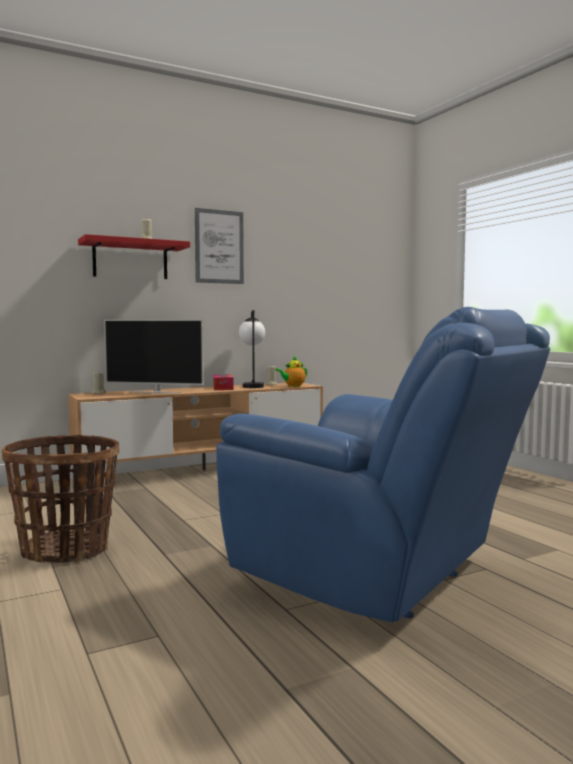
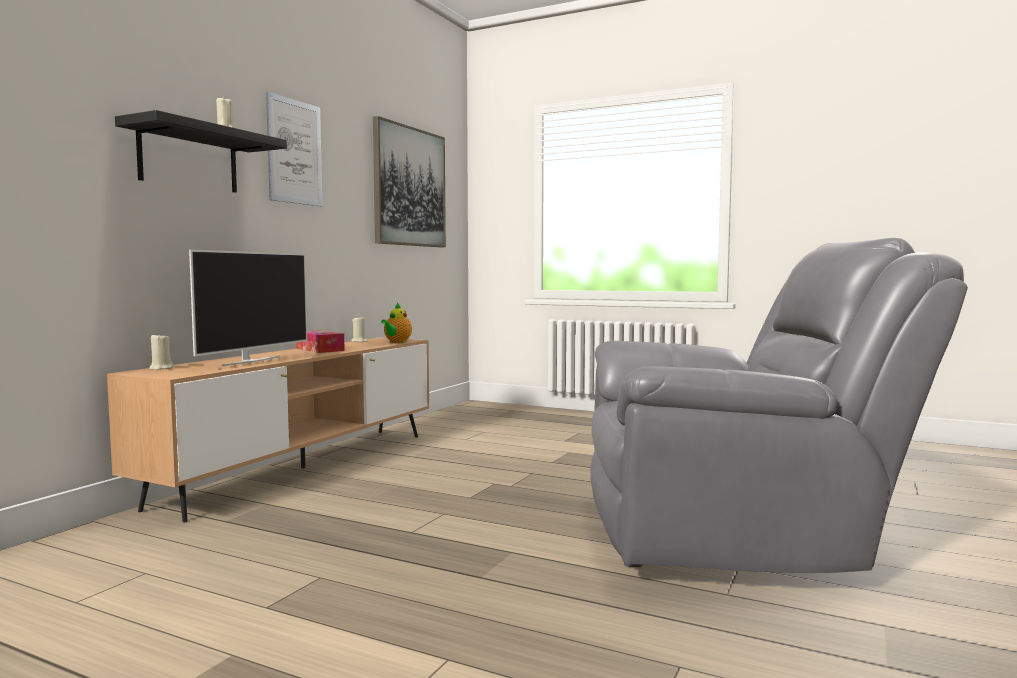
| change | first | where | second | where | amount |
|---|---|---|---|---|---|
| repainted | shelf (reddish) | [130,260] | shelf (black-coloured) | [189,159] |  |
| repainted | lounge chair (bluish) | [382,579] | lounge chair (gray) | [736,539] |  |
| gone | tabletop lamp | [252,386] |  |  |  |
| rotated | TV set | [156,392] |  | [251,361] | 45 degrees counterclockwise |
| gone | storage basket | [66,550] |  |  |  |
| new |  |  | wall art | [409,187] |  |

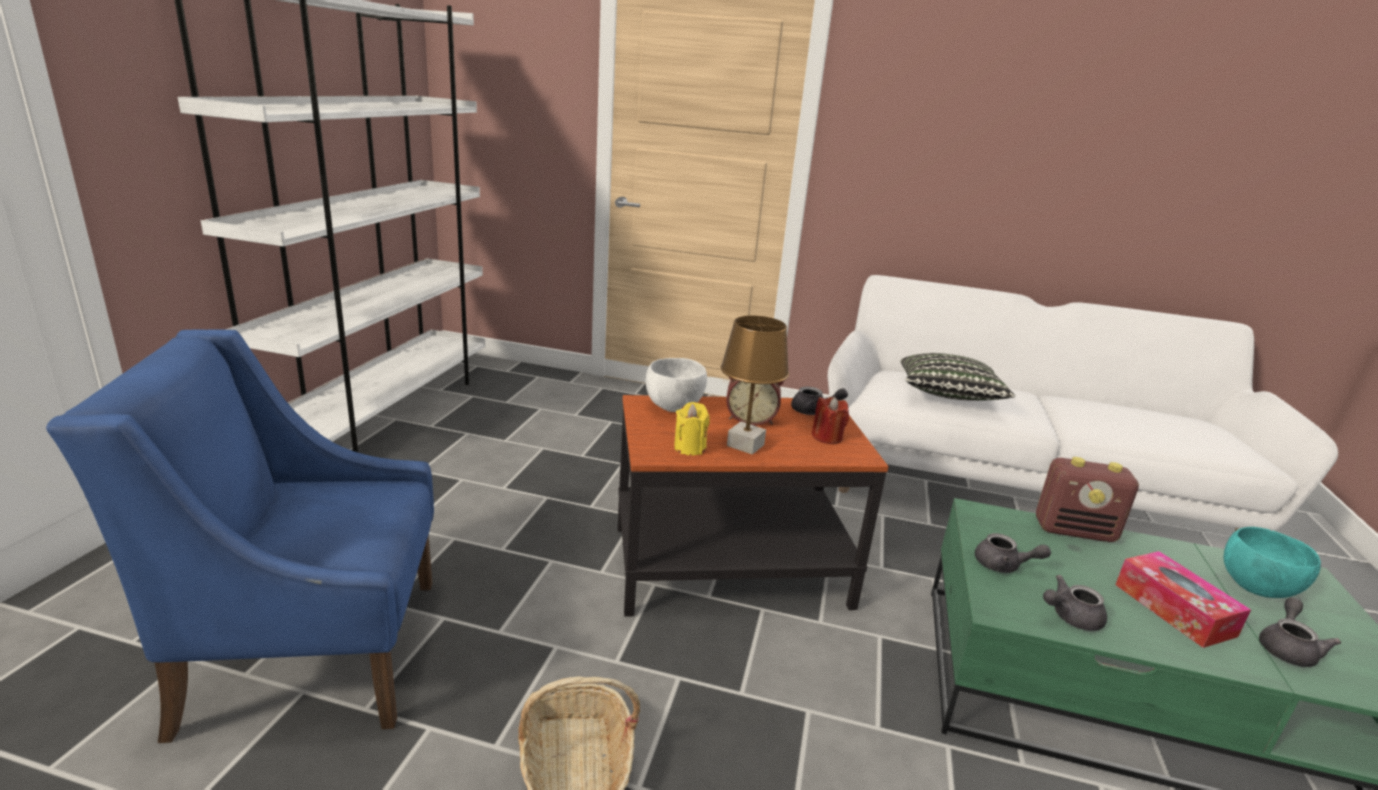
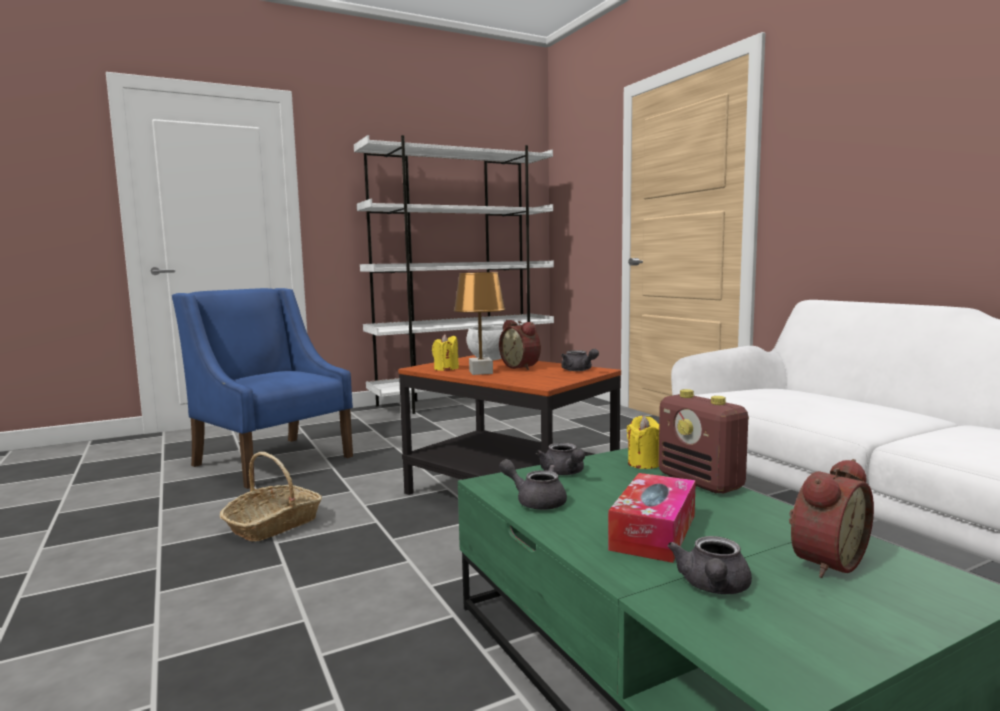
| change | first | where | second | where | amount |
|---|---|---|---|---|---|
| gone | throw pillow | [947,397] |  |  |  |
| gone | wax light (reddish) | [827,437] |  |  |  |
| swapped | deep dish (turquoise) | [1255,587] | bedside clock | [823,561] |  |
| rotated | teapot (gray) | [1287,648] |  | [713,587] | 120 degrees clockwise |
| new |  |  | wax light (yellow) | [644,463] |  |

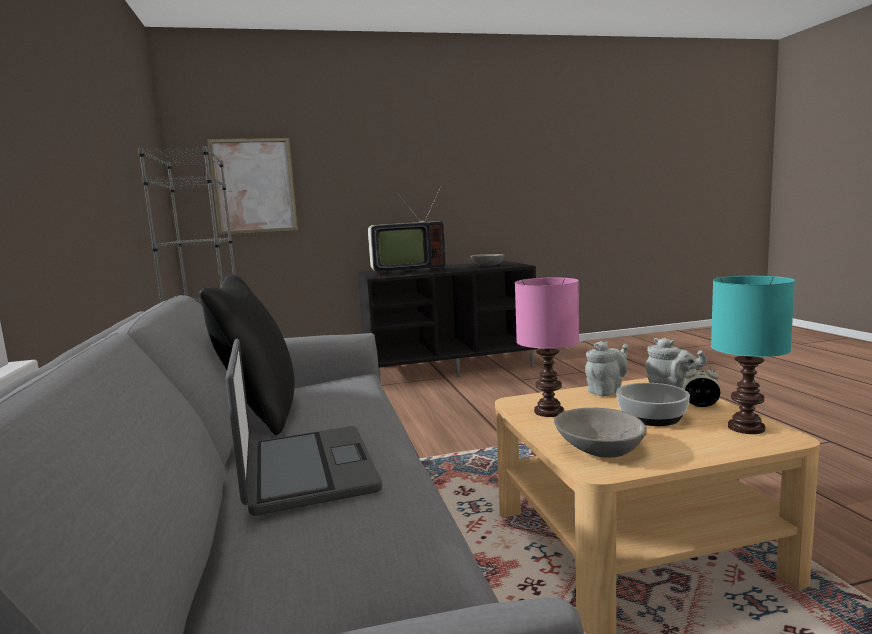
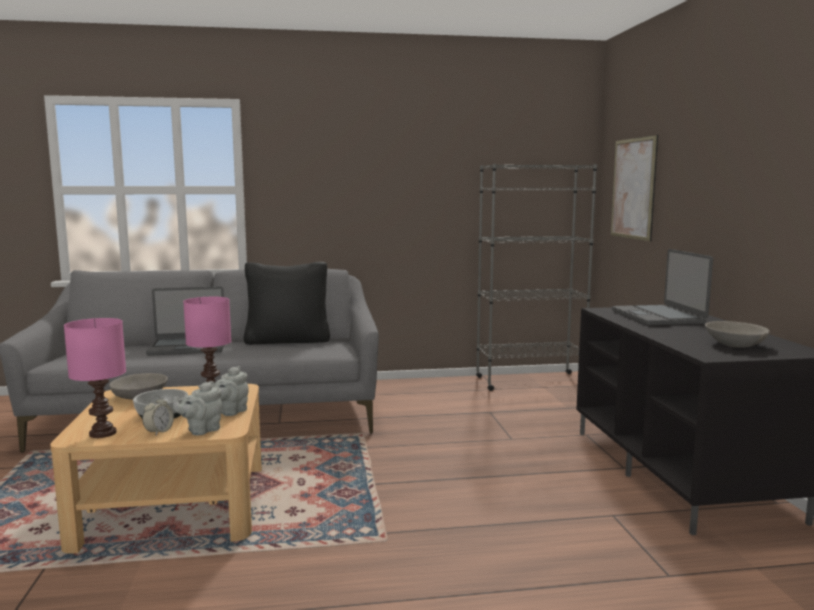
| change | first | where | second | where | amount |
|---|---|---|---|---|---|
| swapped | TV set | [406,271] | portable computer | [658,317] |  |
| repainted | tabletop lamp (turquoise) | [747,428] | tabletop lamp (pink-coloured) | [101,433] |  |
| rotated | teapot (gray) | [606,391] |  | [230,412] | 60 degrees clockwise |

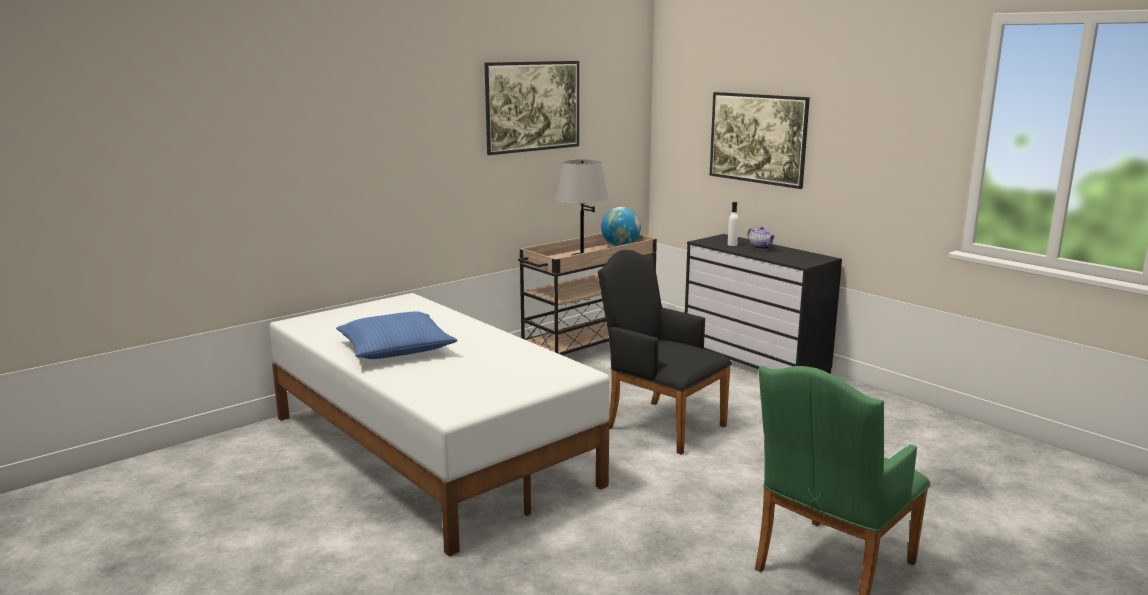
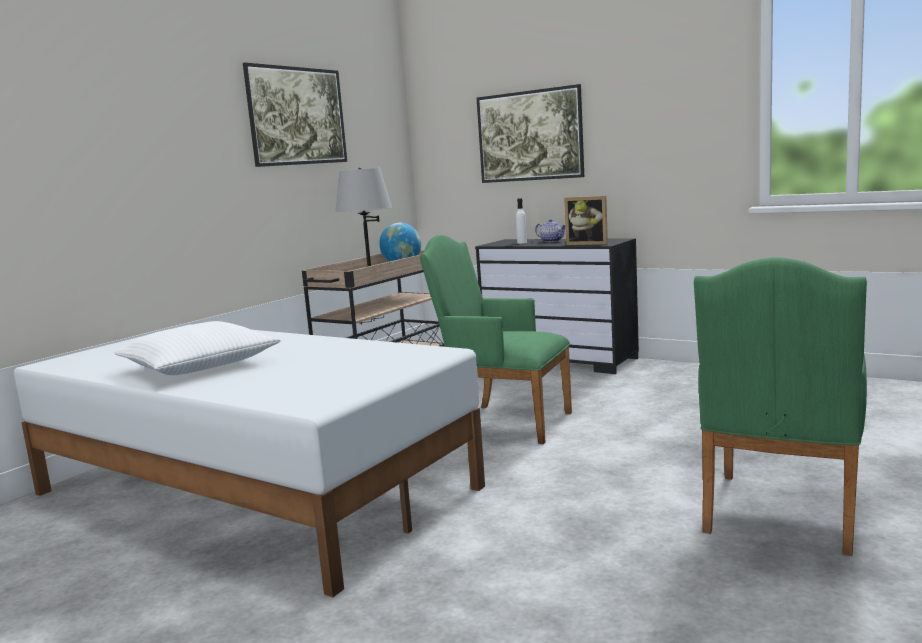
| change | first | where | second | where | amount |
|---|---|---|---|---|---|
| repainted | lounge chair (black-coloured) | [659,424] | lounge chair (greenish) | [502,422] |  |
| repainted | throw pillow (bluish) | [395,349] | throw pillow (whitish) | [199,365] |  |
| new |  |  | standing frame | [588,243] |  |

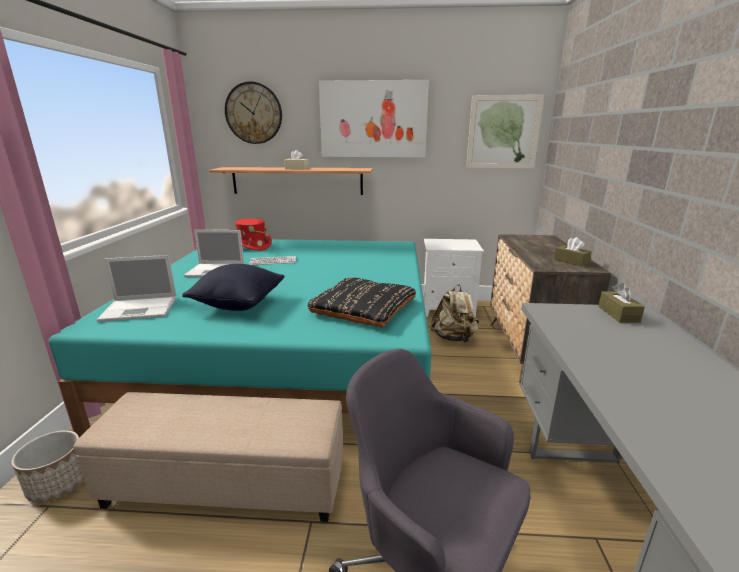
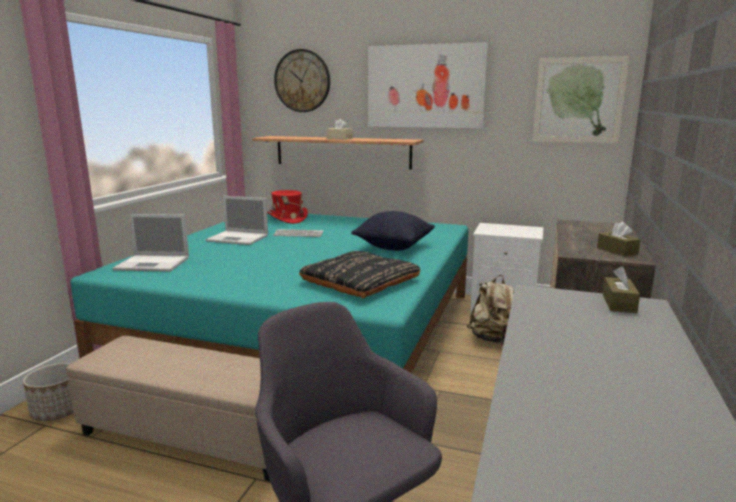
| change | first | where | second | where | amount |
|---|---|---|---|---|---|
| shifted | throw pillow (black-coloured) | [238,304] |  | [393,247] |  |

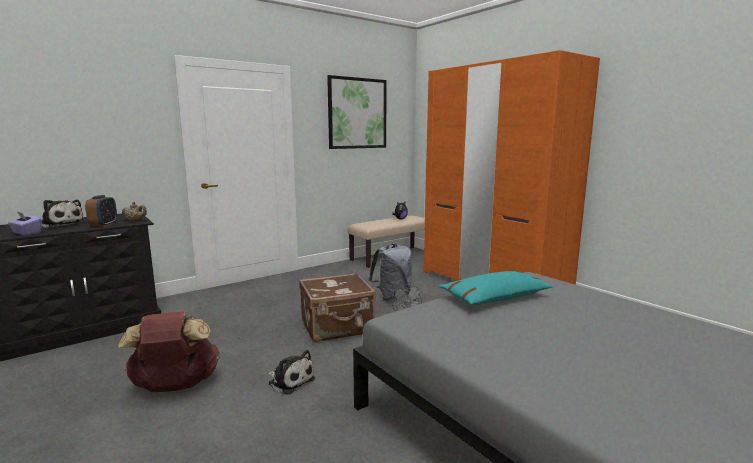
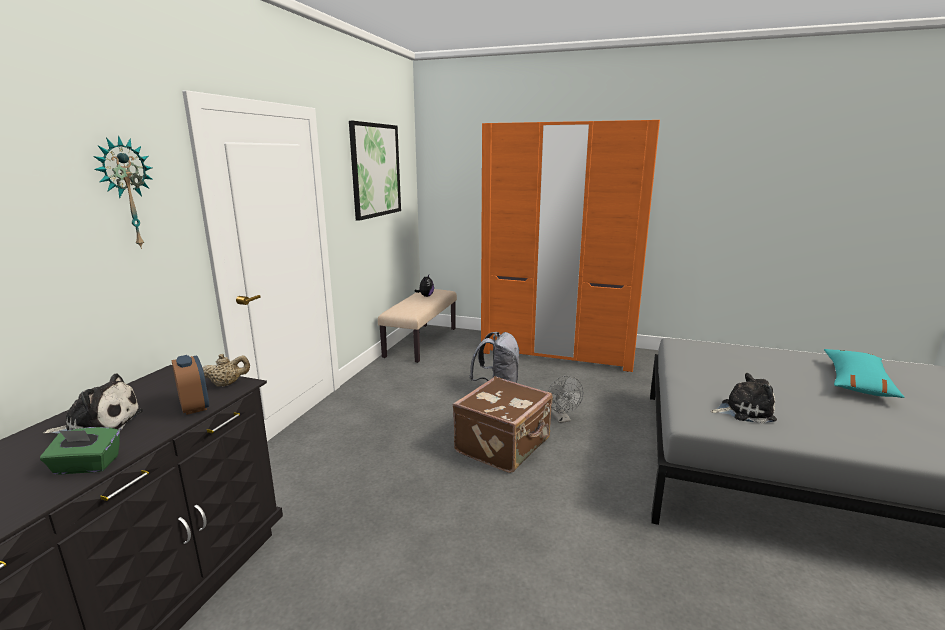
| change | first | where | second | where | amount |
|---|---|---|---|---|---|
| repainted | box of tissues (purple-coloured) | [26,233] | box of tissues (greenish) | [86,466] |  |
| shifted | throw pillow (turquoise) | [495,298] |  | [857,382] |  |
| gone | backpack (brownish) | [175,386] |  |  |  |
| shifted | plush toy | [290,381] |  | [744,411] |  |
| new |  |  | wall clock | [126,193] |  |

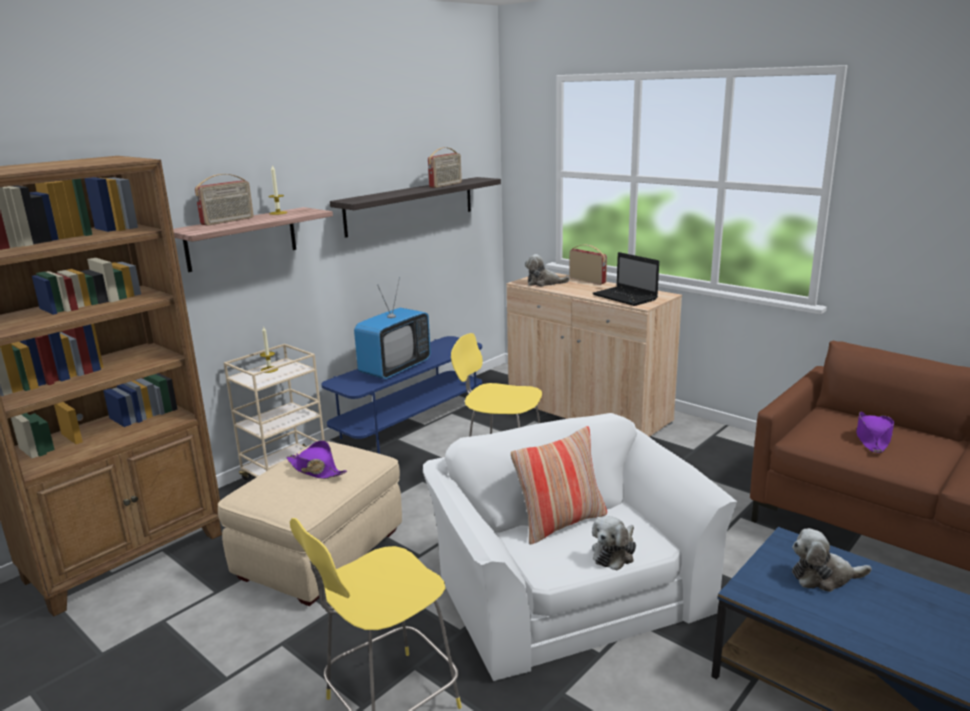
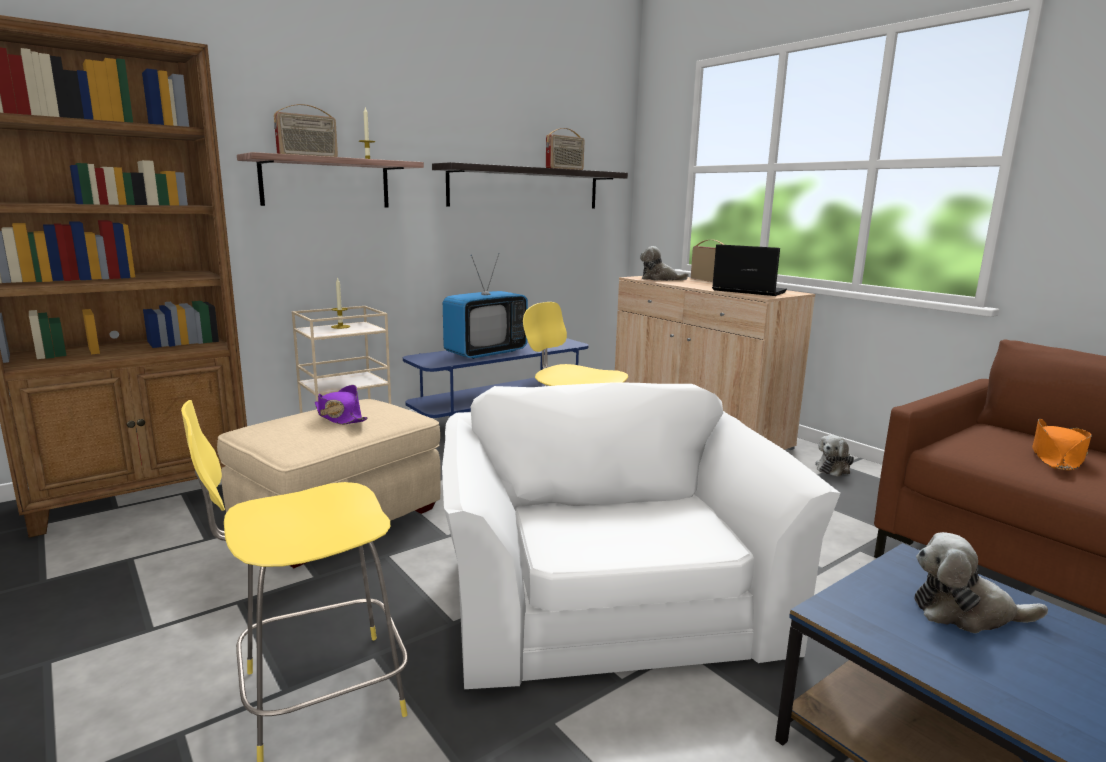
| change | first | where | second | where | amount |
|---|---|---|---|---|---|
| rotated | portable computer | [626,297] |  | [747,291] | 150 degrees clockwise |
| repainted | wearable hat (purple-coloured) | [872,438] | wearable hat (orange) | [1056,457] |  |
| gone | throw pillow | [560,523] |  |  |  |
| shifted | plush toy | [614,553] |  | [834,468] |  |

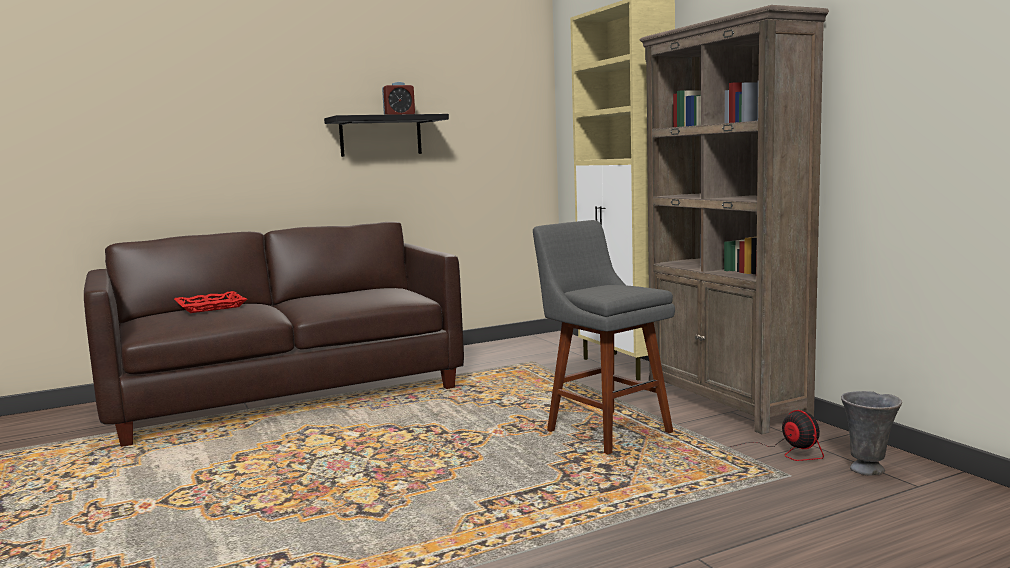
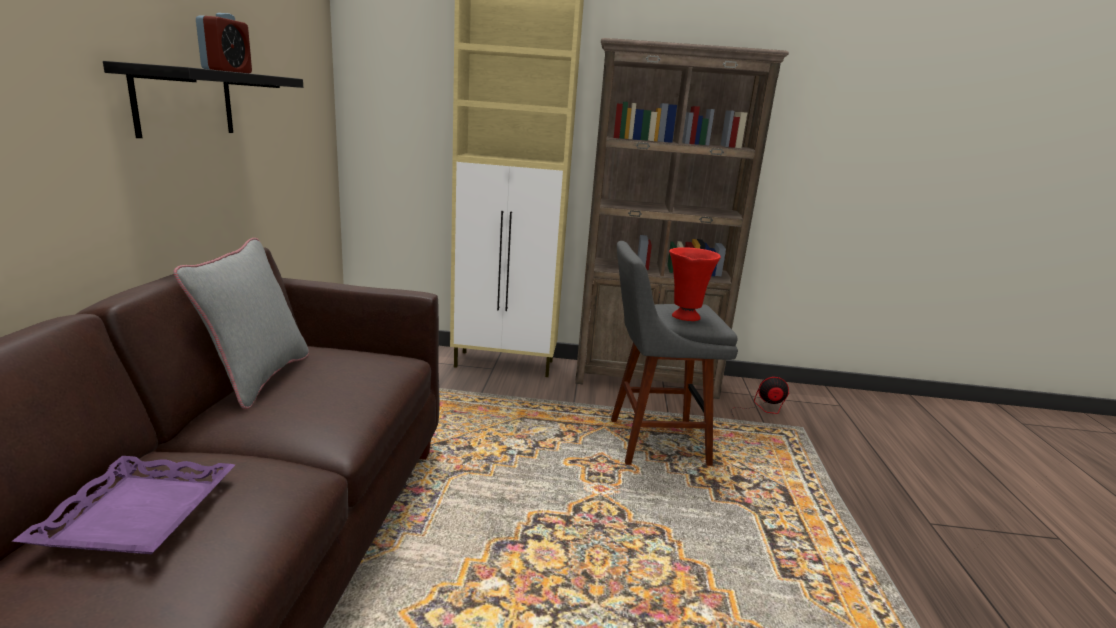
| change | first | where | second | where | amount |
|---|---|---|---|---|---|
| repainted | serving tray (reddish) | [211,307] | serving tray (purple-coloured) | [137,513] |  |
| gone | decorative vase (gray) | [868,470] |  |  |  |
| new |  |  | throw pillow (gray) | [257,378] |  |
| new |  |  | decorative vase (reddish) | [684,317] |  |

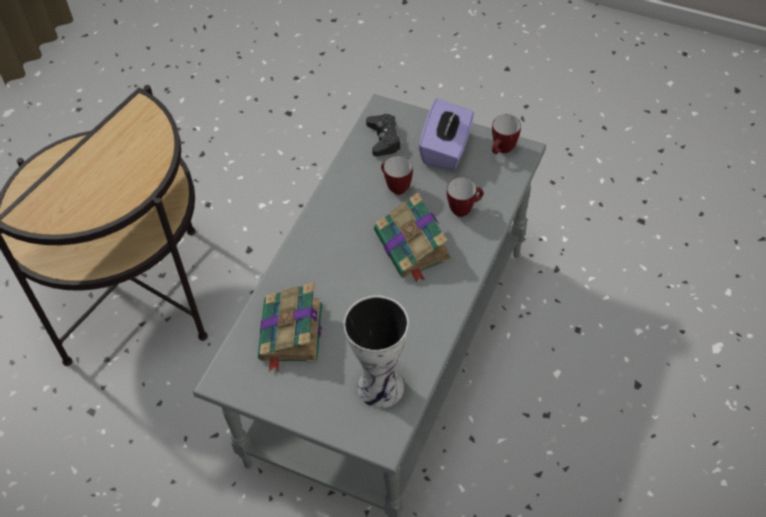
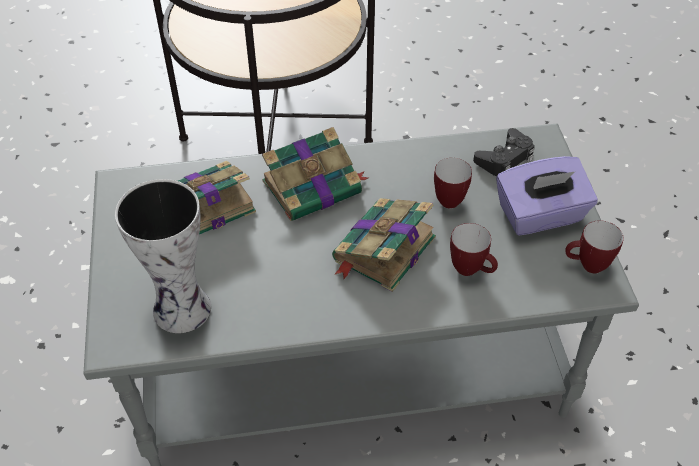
| change | first | where | second | where | amount |
|---|---|---|---|---|---|
| new |  |  | book | [314,187] |  |

